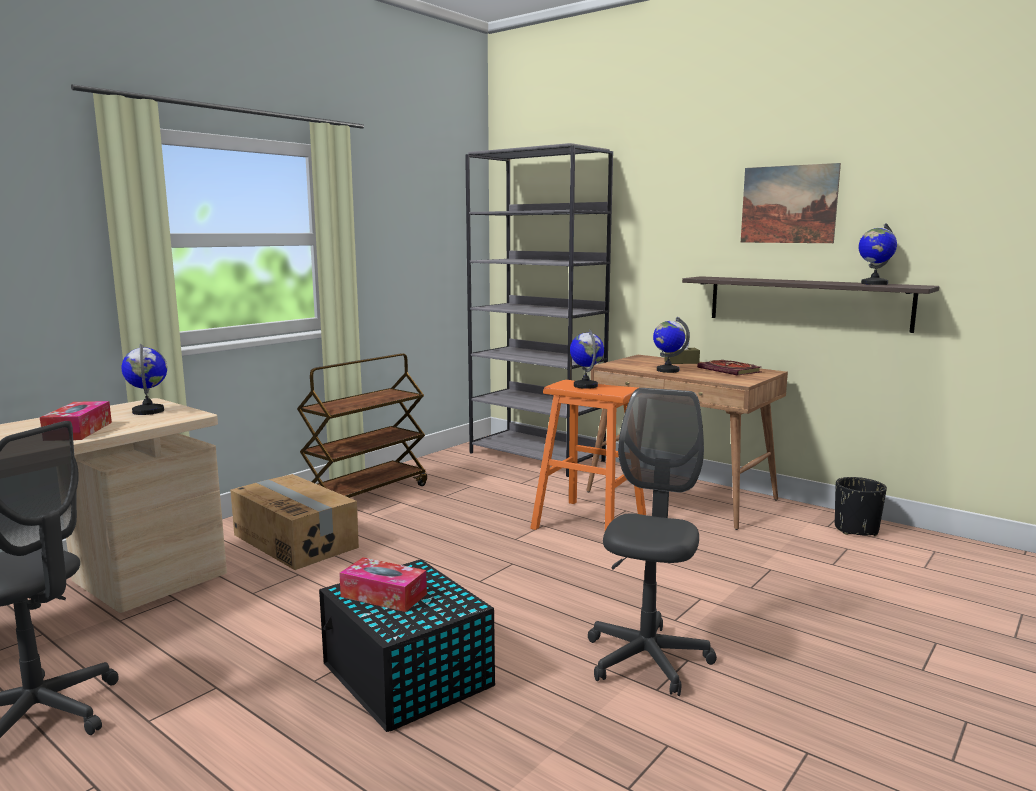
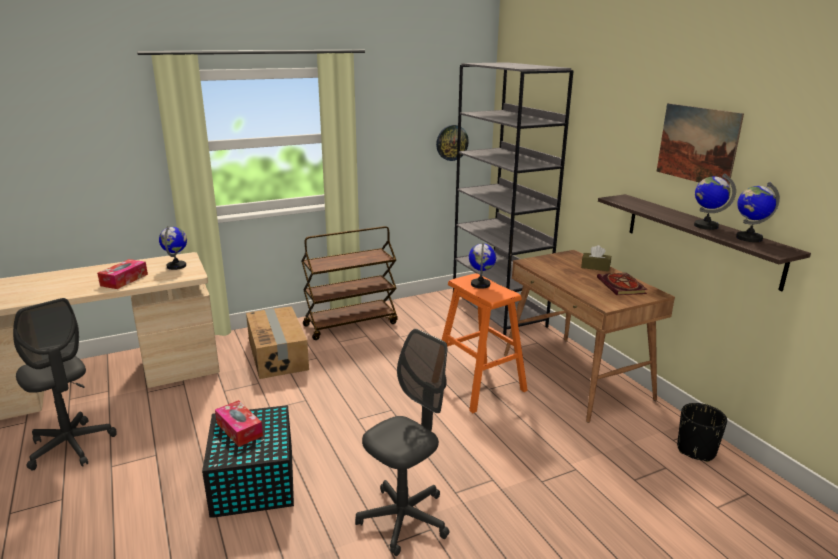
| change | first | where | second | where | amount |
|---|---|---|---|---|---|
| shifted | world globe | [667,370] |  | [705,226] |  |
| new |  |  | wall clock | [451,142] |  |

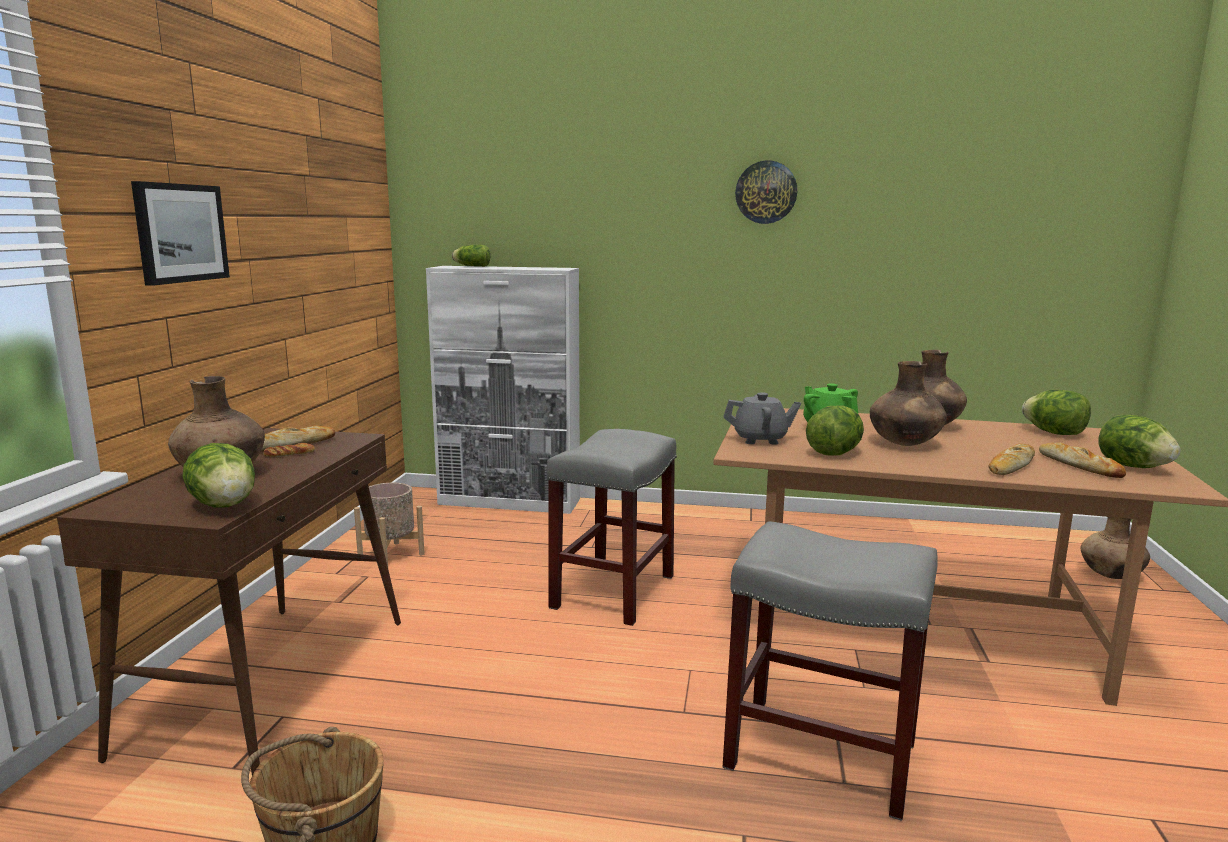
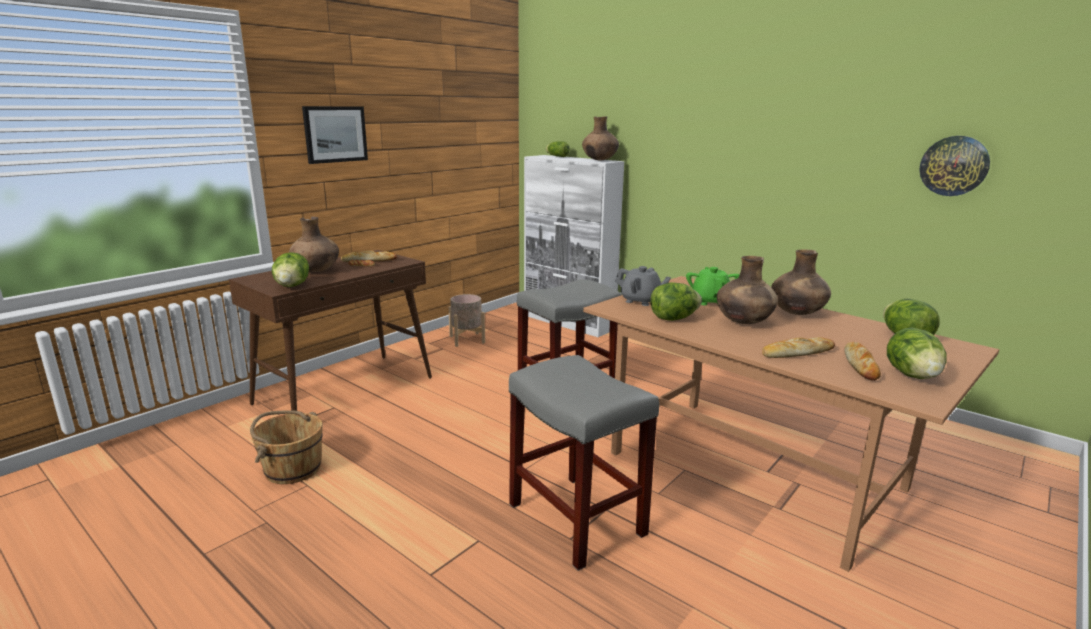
| change | first | where | second | where | amount |
|---|---|---|---|---|---|
| shifted | wall clock | [766,192] |  | [954,166] |  |
| shifted | decorative vase (brownish) | [1111,575] |  | [600,160] |  |

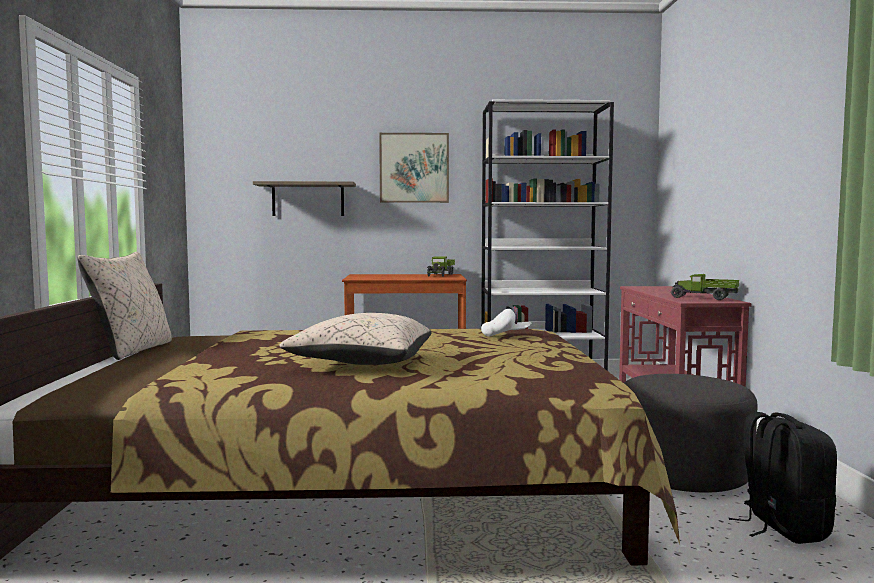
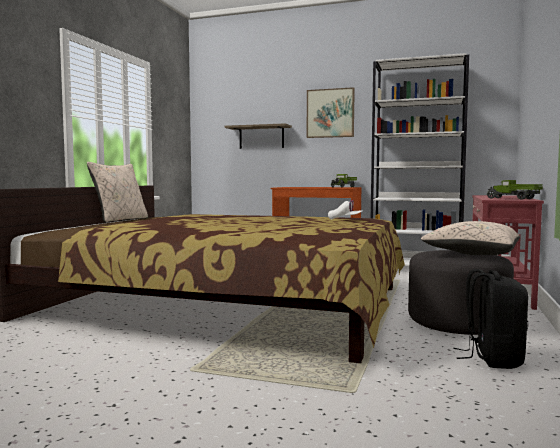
| change | first | where | second | where | amount |
|---|---|---|---|---|---|
| shifted | throw pillow (sand-coloured) | [361,363] |  | [471,254] |  |

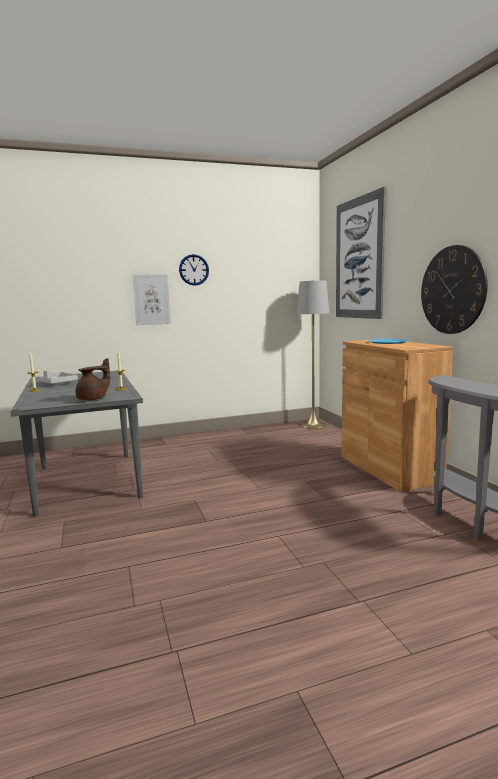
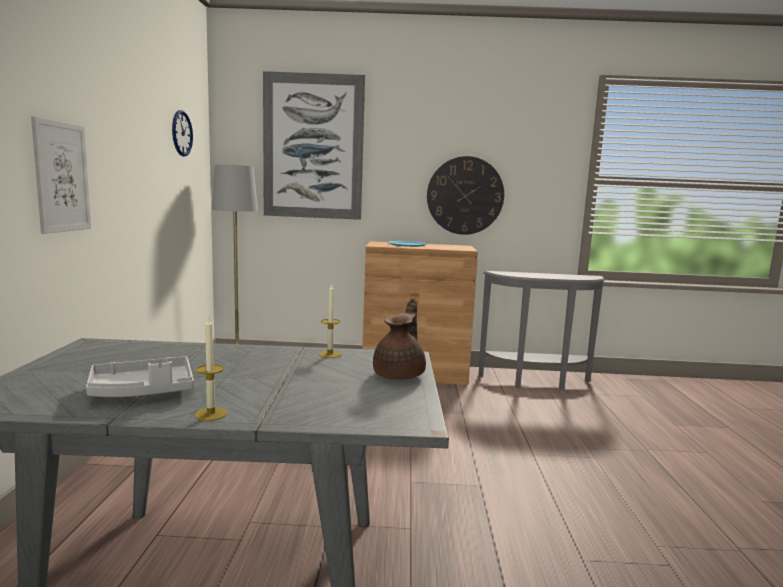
| change | first | where | second | where | amount |
|---|---|---|---|---|---|
| shifted | wall clock | [194,270] |  | [181,133] |  |
| rotated | teapot (brownish) | [93,399] |  | [400,374] | 45 degrees clockwise |

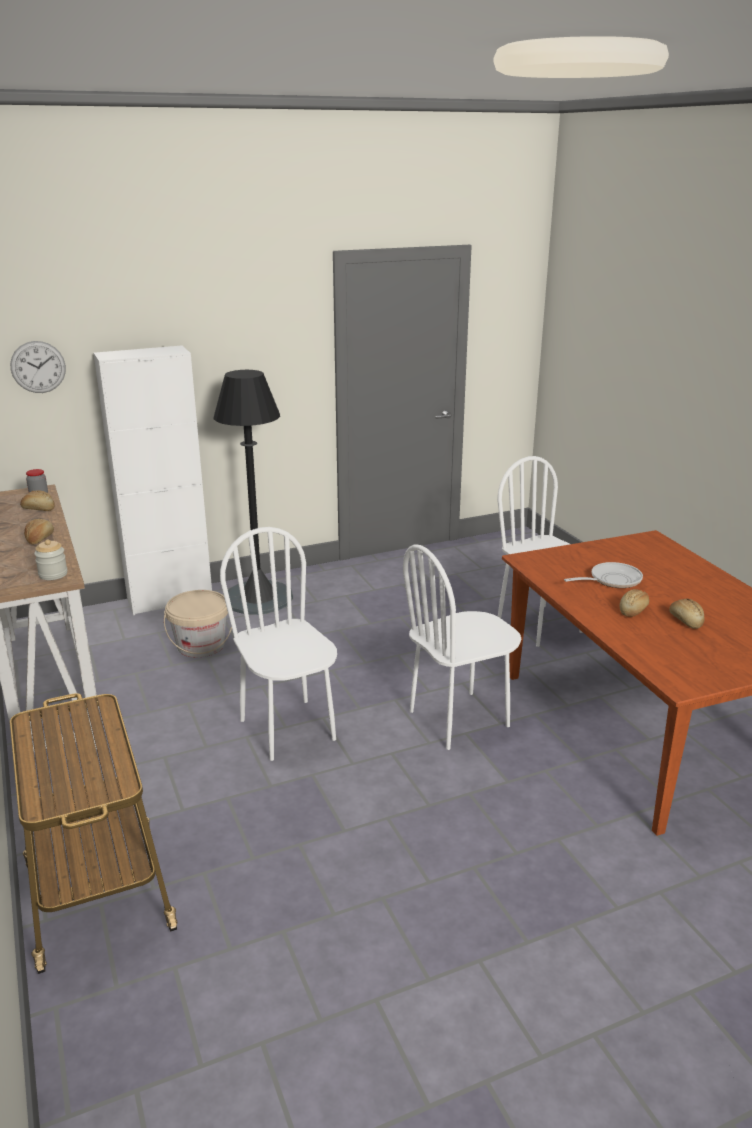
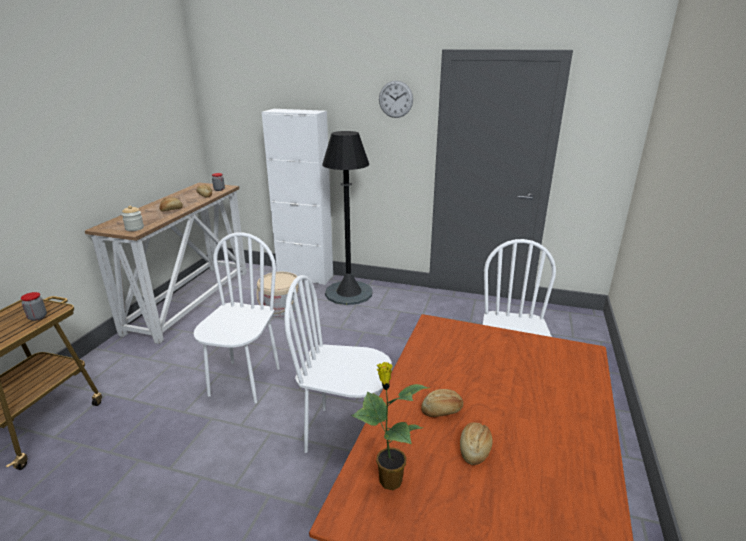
| change | first | where | second | where | amount |
|---|---|---|---|---|---|
| shifted | wall clock | [38,367] |  | [395,99] |  |
| gone | skillet | [611,580] |  |  |  |
| new |  |  | storage jar | [37,317] |  |
| new |  |  | plant in a pot | [389,480] |  |

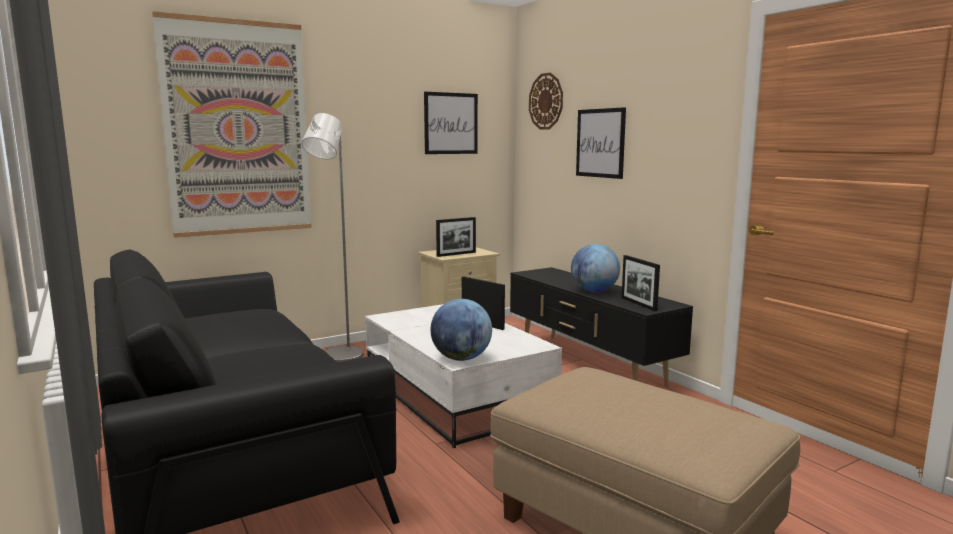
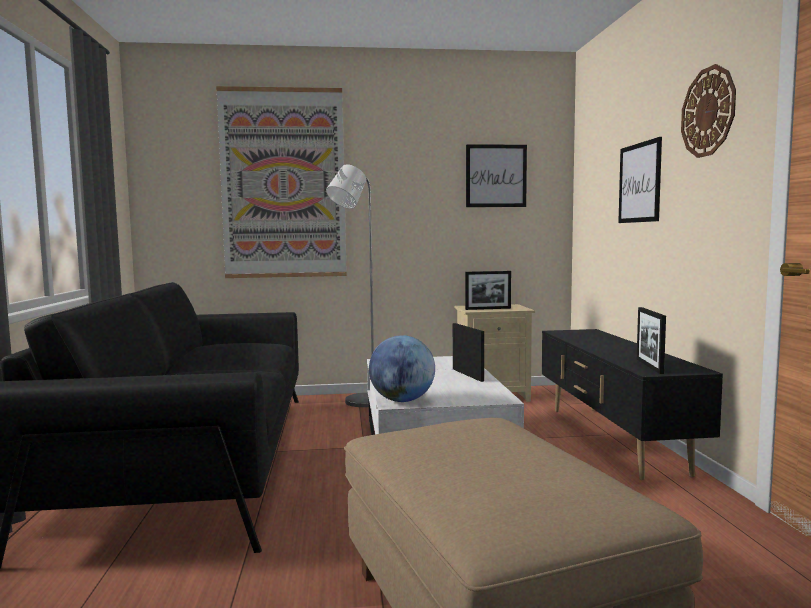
| change | first | where | second | where | amount |
|---|---|---|---|---|---|
| shifted | wall clock | [546,101] |  | [708,112] |  |
| gone | world globe | [594,291] |  |  |  |

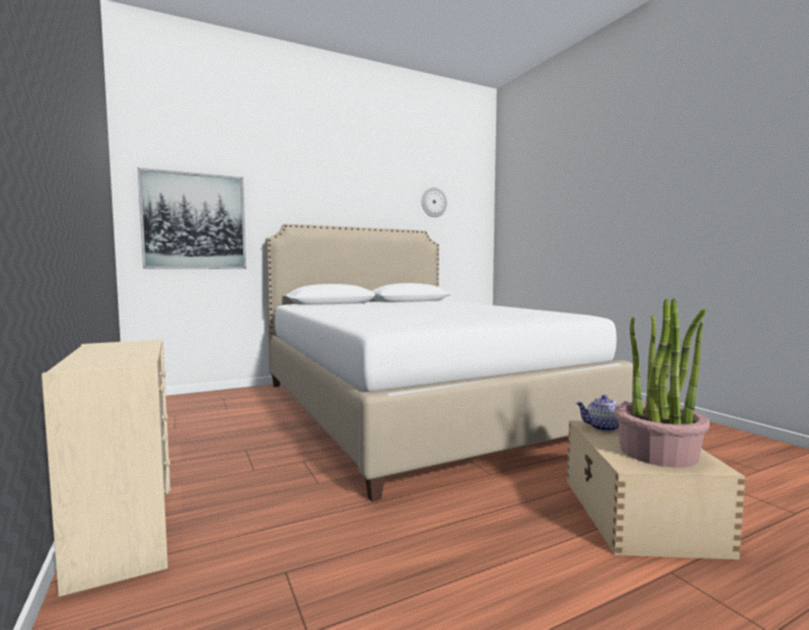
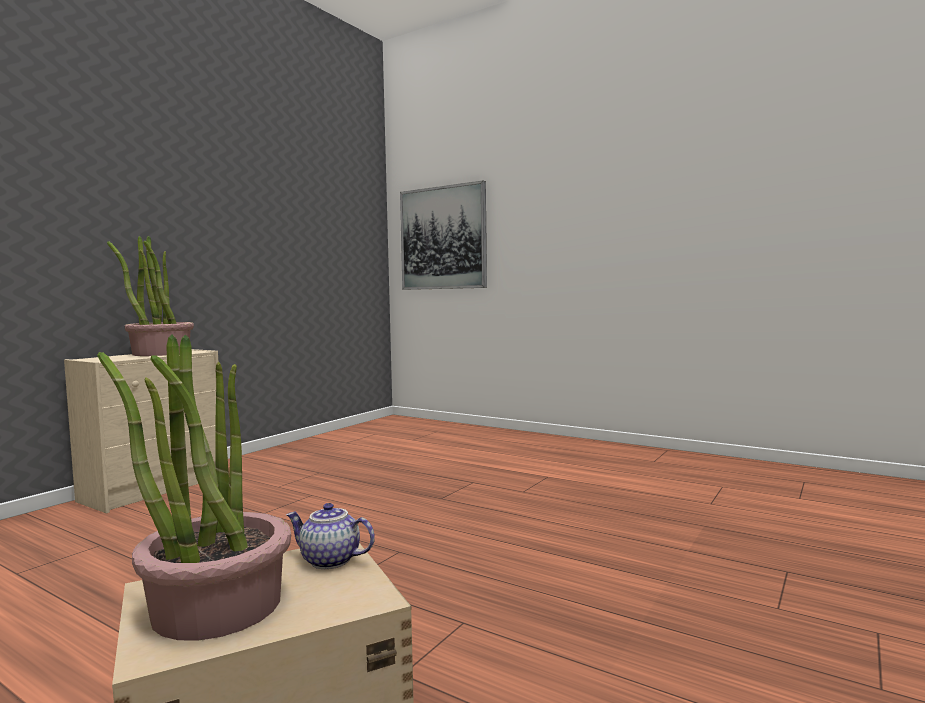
| change | first | where | second | where | amount |
|---|---|---|---|---|---|
| gone | wall clock | [433,202] |  |  |  |
| gone | sleeping bed (whitish) | [414,407] |  |  |  |
| rotated | teapot | [603,428] |  | [329,561] | 45 degrees counterclockwise |
| new |  |  | plant in a pot | [160,353] |  |

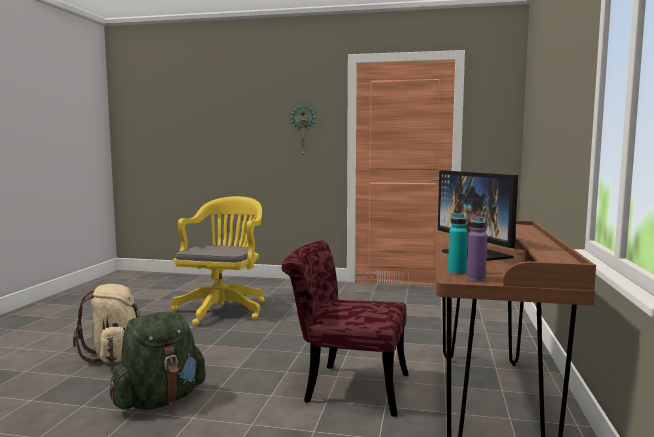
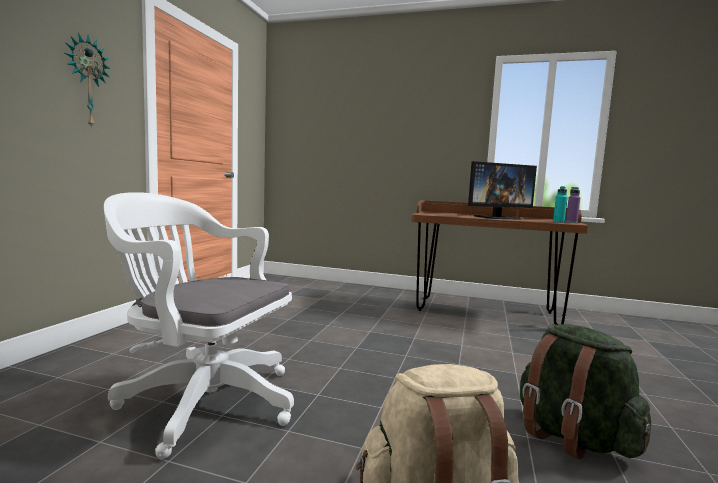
| change | first | where | second | where | amount |
|---|---|---|---|---|---|
| repainted | computer chair (yellow) | [223,309] | computer chair (whitish) | [203,400] |  |
| gone | upright chair (reddish) | [345,387] |  |  |  |

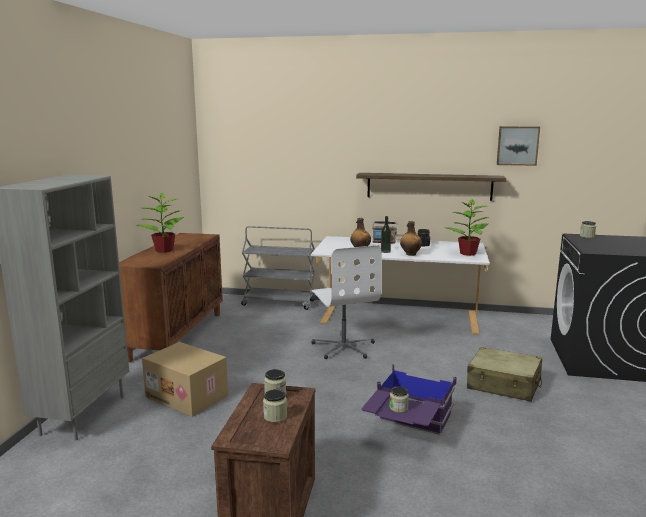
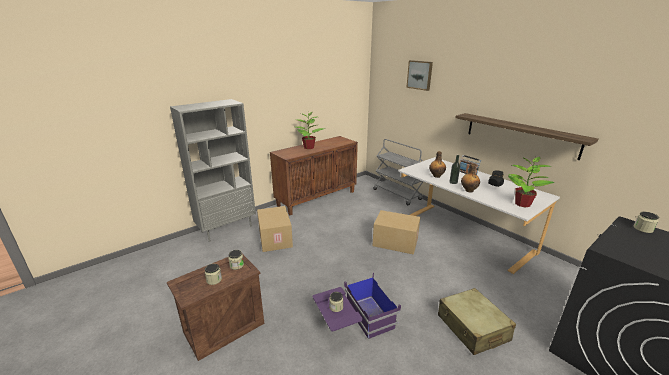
| change | first | where | second | where | amount |
|---|---|---|---|---|---|
| shifted | wall art | [517,145] |  | [420,75] |  |
| swapped | computer chair (whitish) | [344,347] | carton | [395,242] |  |

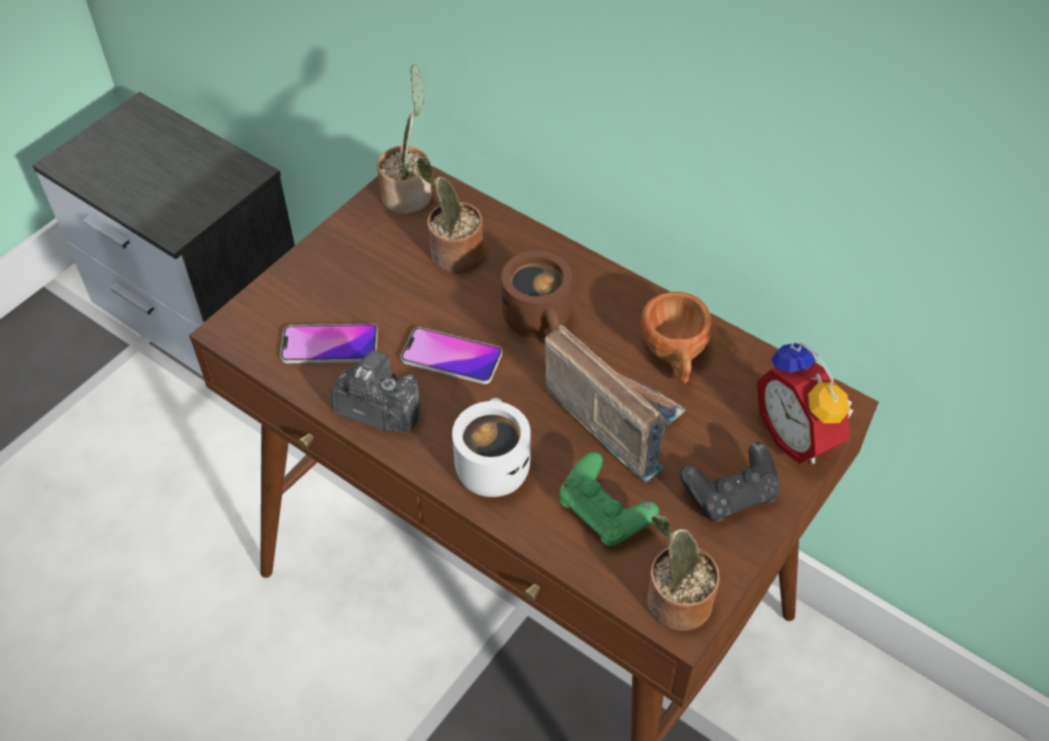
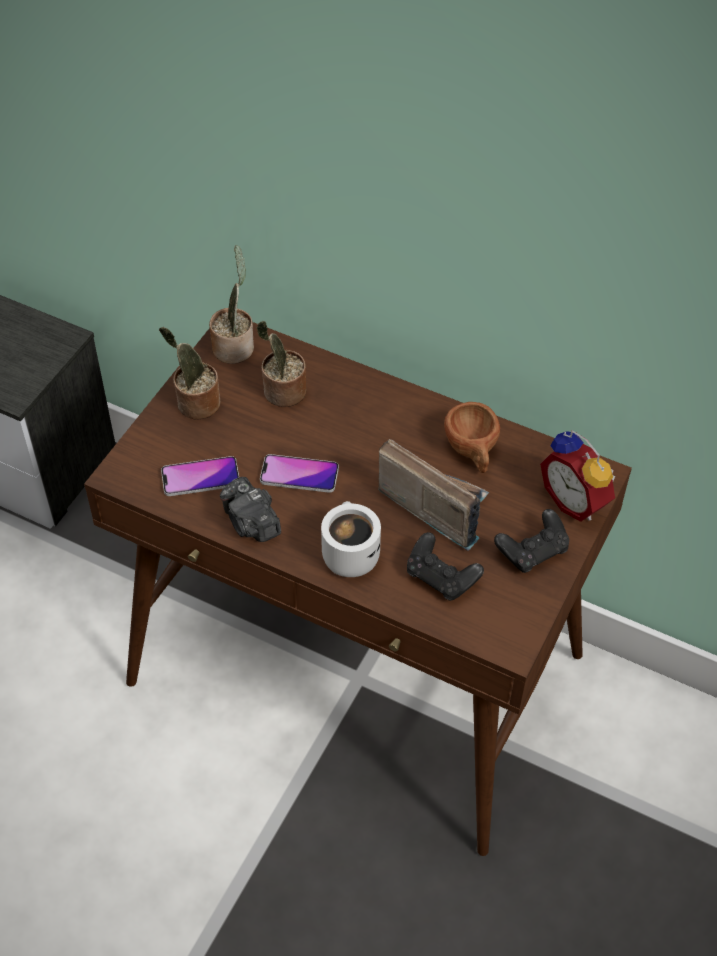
| change | first | where | second | where | amount |
|---|---|---|---|---|---|
| gone | tea mug (brownish) | [541,322] |  |  |  |
| rotated | still camera | [378,410] |  | [251,523] | 135 degrees counterclockwise |
| repainted | gamepad (greenish) | [604,513] | gamepad (black-coloured) | [441,577] |  |
| shifted | plant in a pot | [674,602] |  | [195,404] |  |

